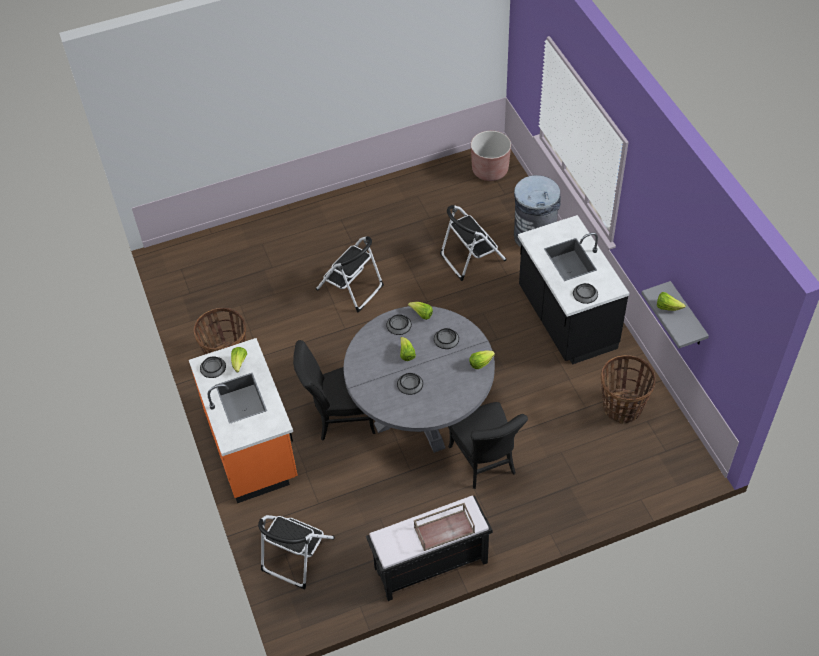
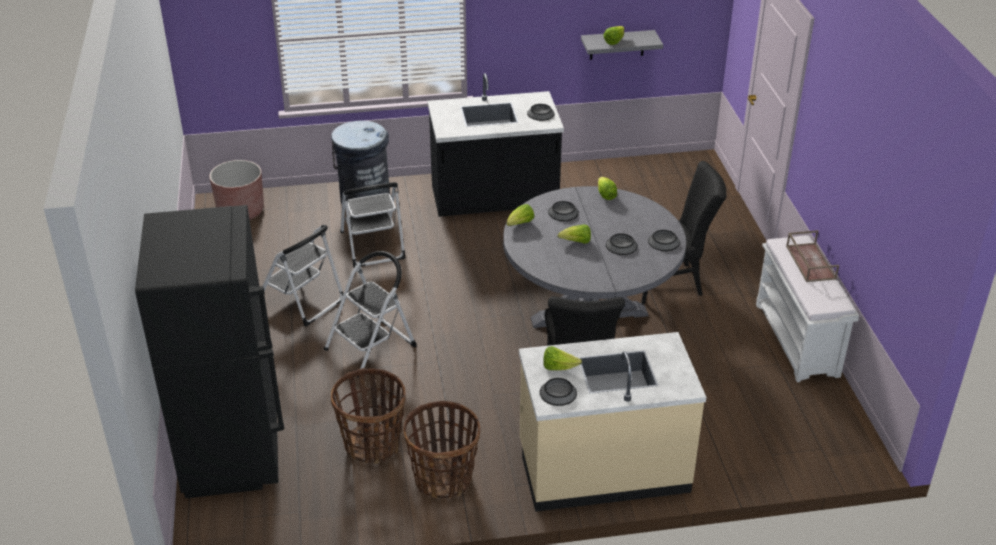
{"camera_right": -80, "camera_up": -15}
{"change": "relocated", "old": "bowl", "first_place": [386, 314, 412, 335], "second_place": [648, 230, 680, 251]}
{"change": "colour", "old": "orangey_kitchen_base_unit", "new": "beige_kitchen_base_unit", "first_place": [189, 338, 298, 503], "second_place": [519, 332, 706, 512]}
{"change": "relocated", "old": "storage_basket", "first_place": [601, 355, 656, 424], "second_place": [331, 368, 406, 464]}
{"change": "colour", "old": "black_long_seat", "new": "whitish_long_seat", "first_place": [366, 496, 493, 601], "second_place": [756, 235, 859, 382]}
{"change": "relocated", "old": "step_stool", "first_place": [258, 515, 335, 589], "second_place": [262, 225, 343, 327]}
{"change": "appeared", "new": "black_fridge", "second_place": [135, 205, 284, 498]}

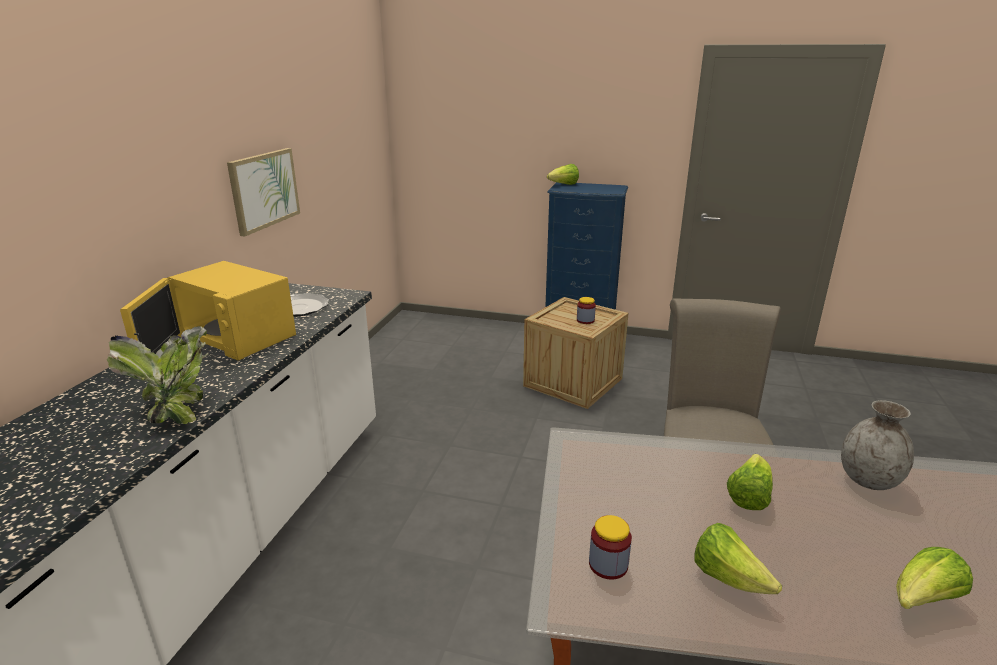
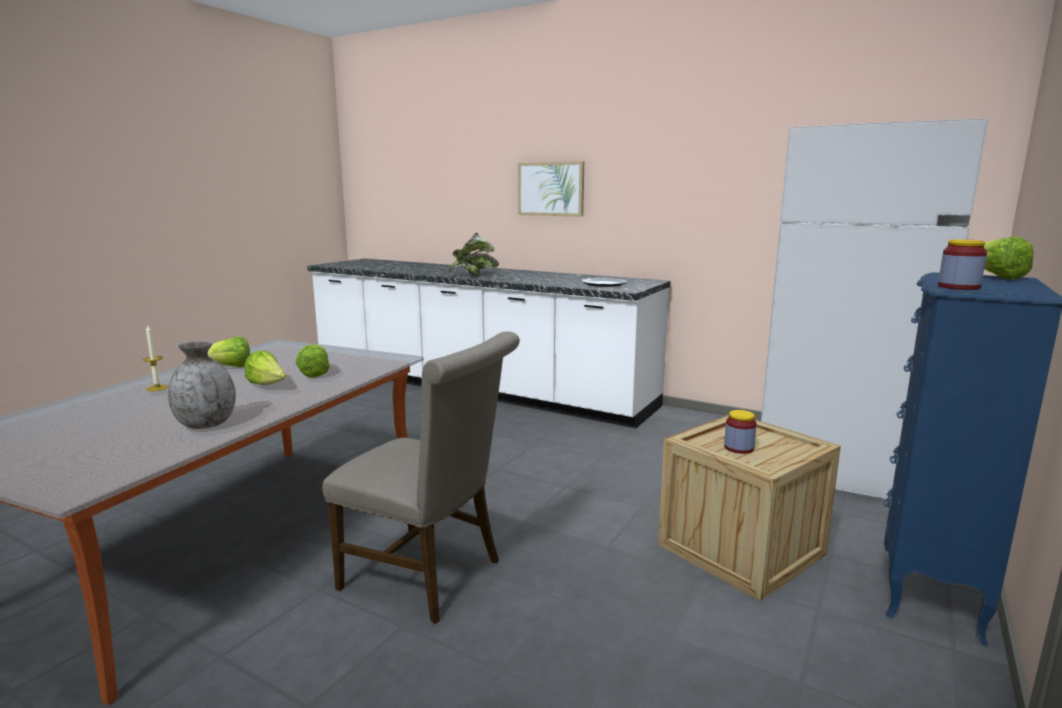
{"camera_right": 105, "camera_up": -10}
{"change": "relocated", "old": "picture", "first_place": [227, 148, 300, 236], "second_place": [518, 161, 584, 217]}
{"change": "missing", "old": "yellow_microwave_oven", "first_place": [120, 261, 296, 361]}
{"change": "relocated", "old": "preserve_jar", "first_place": [589, 515, 632, 580], "second_place": [938, 239, 987, 290]}
{"change": "relocated", "old": "head_of_lettuce", "first_place": [896, 547, 973, 609], "second_place": [296, 344, 330, 378]}
{"change": "appeared", "new": "whitish_fridge", "second_place": [761, 119, 988, 499]}
{"change": "appeared", "new": "candle", "second_place": [143, 324, 168, 391]}

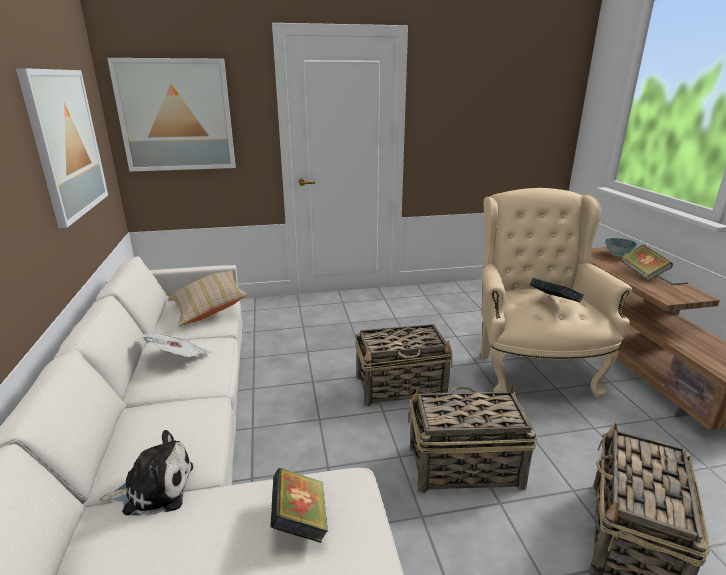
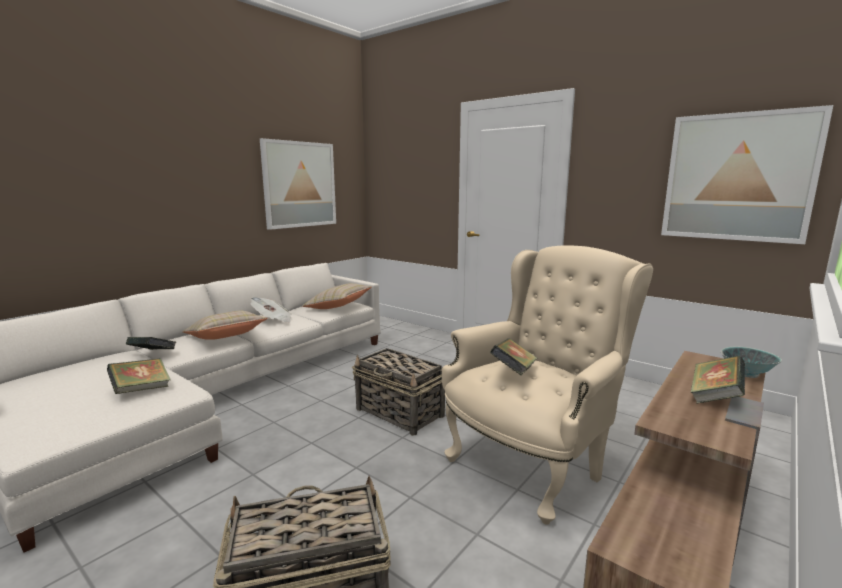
{"camera_right": 50, "camera_up": -10}
{"change": "relocated", "old": "picture", "first_place": [107, 58, 236, 172], "second_place": [661, 105, 833, 244]}
{"change": "missing", "old": "storage_basket", "first_place": [408, 385, 538, 494]}
{"change": "exchanged", "old": "cuddly_toy", "new": "book", "first_place": [100, 430, 193, 515], "second_place": [126, 337, 176, 350]}
{"change": "appeared", "new": "beige_pillow", "second_place": [182, 311, 268, 340]}

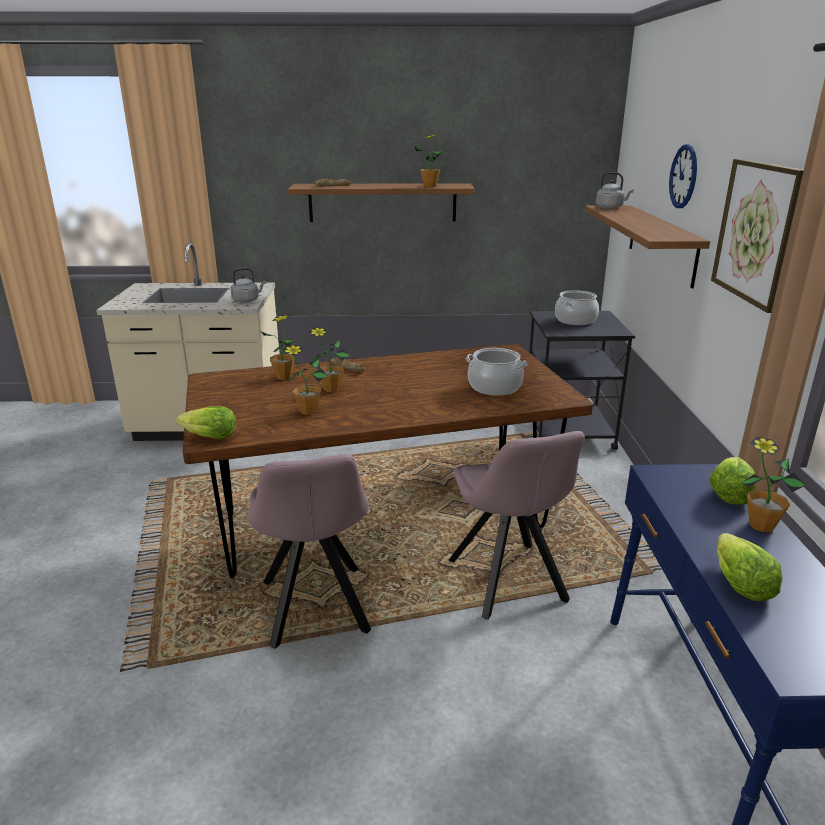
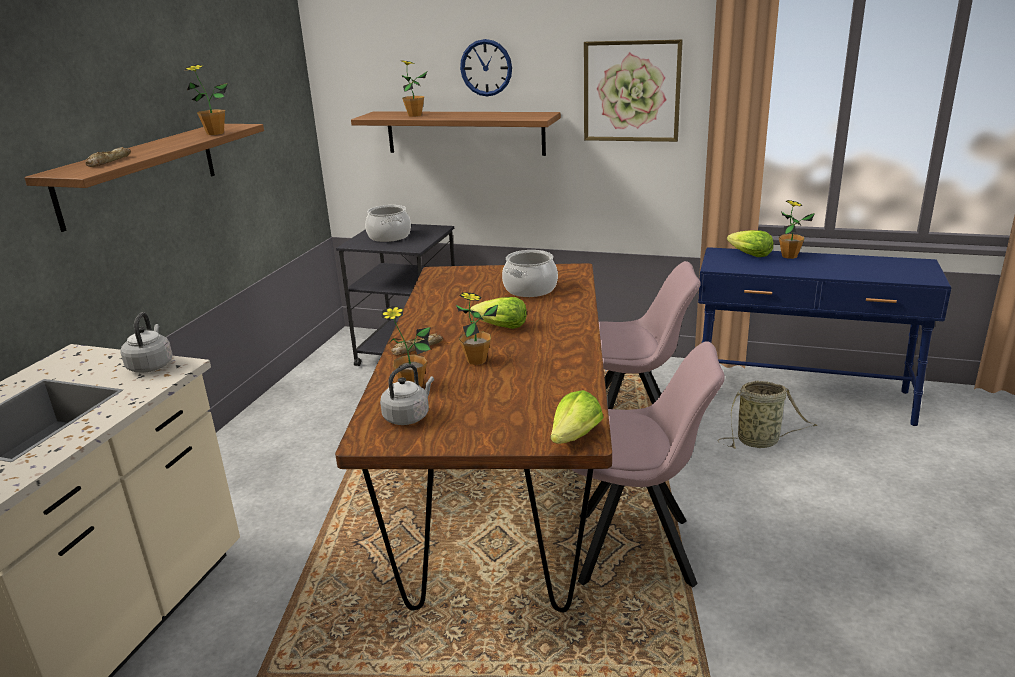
{"camera_right": -70, "camera_up": 0}
{"change": "relocated", "old": "greyish_water_kettle", "first_place": [596, 172, 633, 209], "second_place": [380, 364, 434, 425]}
{"change": "relocated", "old": "houseplant", "first_place": [283, 345, 327, 415], "second_place": [402, 60, 427, 117]}
{"change": "relocated", "old": "head_of_lettuce", "first_place": [717, 533, 782, 601], "second_place": [470, 297, 527, 329]}
{"change": "appeared", "new": "storage_basket", "second_place": [718, 381, 818, 448]}

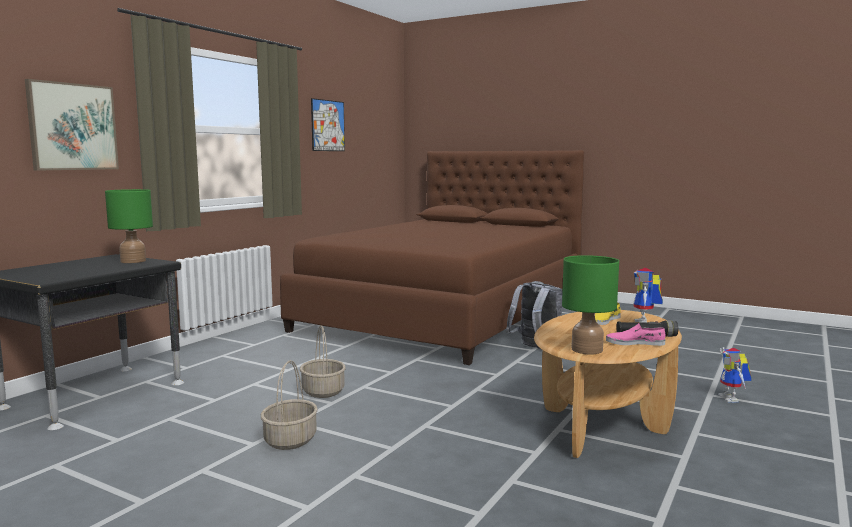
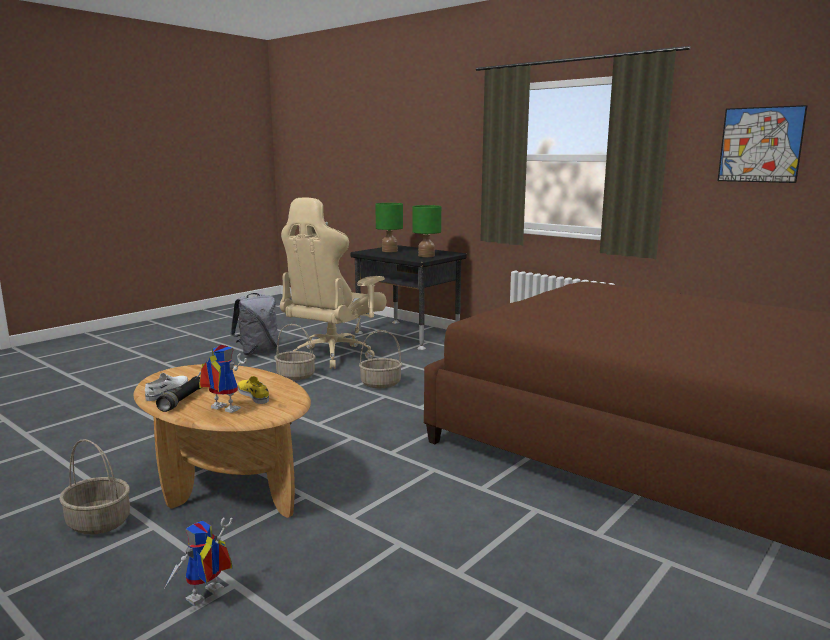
{"camera_right": 100, "camera_up": 5}
{"change": "missing", "old": "picture", "first_place": [25, 79, 119, 171]}
{"change": "relocated", "old": "green_table_lamp", "first_place": [562, 255, 619, 355], "second_place": [375, 203, 403, 252]}
{"change": "relocated", "old": "greyish_knapsack", "first_place": [506, 281, 563, 349], "second_place": [230, 293, 278, 355]}
{"change": "colour", "old": "pink_item_of_footwear", "new": "whitish_item_of_footwear", "first_place": [606, 323, 666, 346], "second_place": [145, 373, 188, 401]}
{"change": "spun", "old": "model_robot", "first_place": [718, 347, 752, 403], "second_place": [163, 518, 233, 606], "degrees": -60}
{"change": "appeared", "new": "beige_office_chair", "second_place": [280, 198, 386, 369]}
{"change": "appeared", "new": "storage_basket", "second_place": [59, 439, 130, 534]}

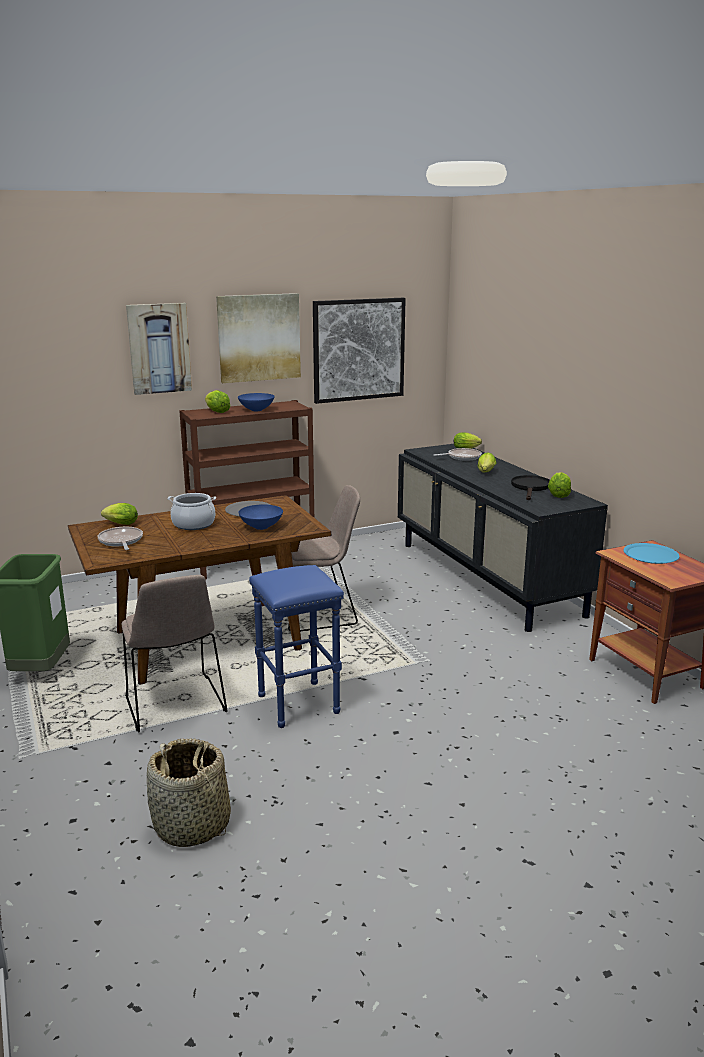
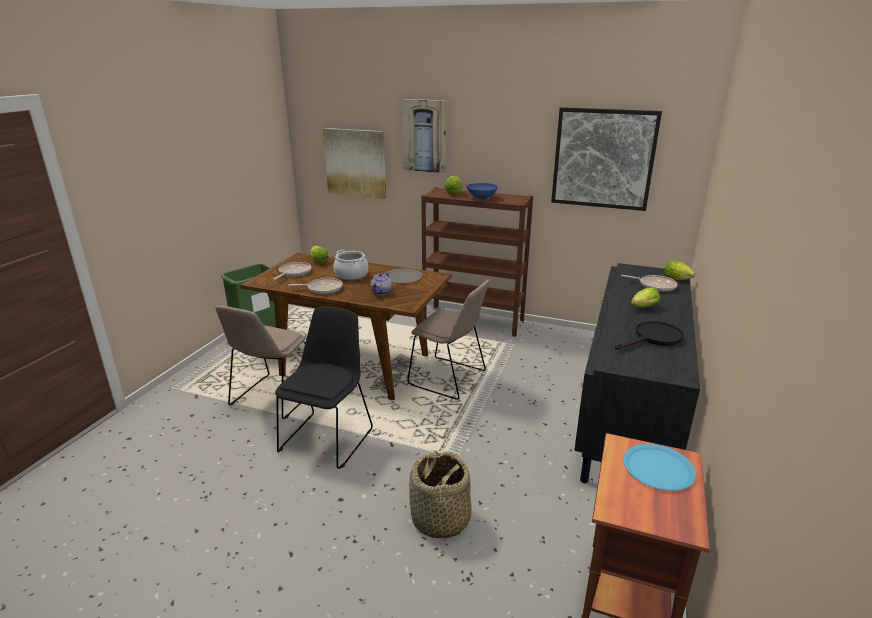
{"camera_right": 45, "camera_up": 5}
{"change": "relocated", "old": "picture", "first_place": [216, 293, 301, 383], "second_place": [323, 128, 386, 199]}
{"change": "missing", "old": "head_of_lettuce", "first_place": [548, 472, 571, 498]}
{"change": "exchanged", "old": "blue_bowl", "new": "tea_pot", "first_place": [239, 504, 283, 530], "second_place": [370, 272, 392, 295]}
{"change": "exchanged", "old": "blue_sitting_stool", "new": "black_plain_chair", "first_place": [249, 565, 344, 728], "second_place": [275, 306, 373, 469]}
{"change": "relocated", "old": "storage_basket", "first_place": [147, 738, 231, 847], "second_place": [409, 450, 472, 541]}
{"change": "appeared", "new": "frying_pan", "second_place": [288, 278, 343, 294]}

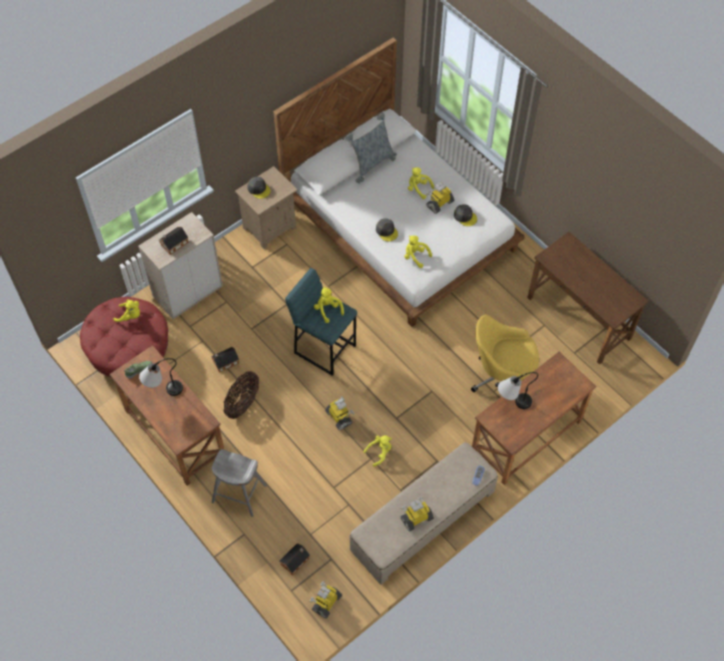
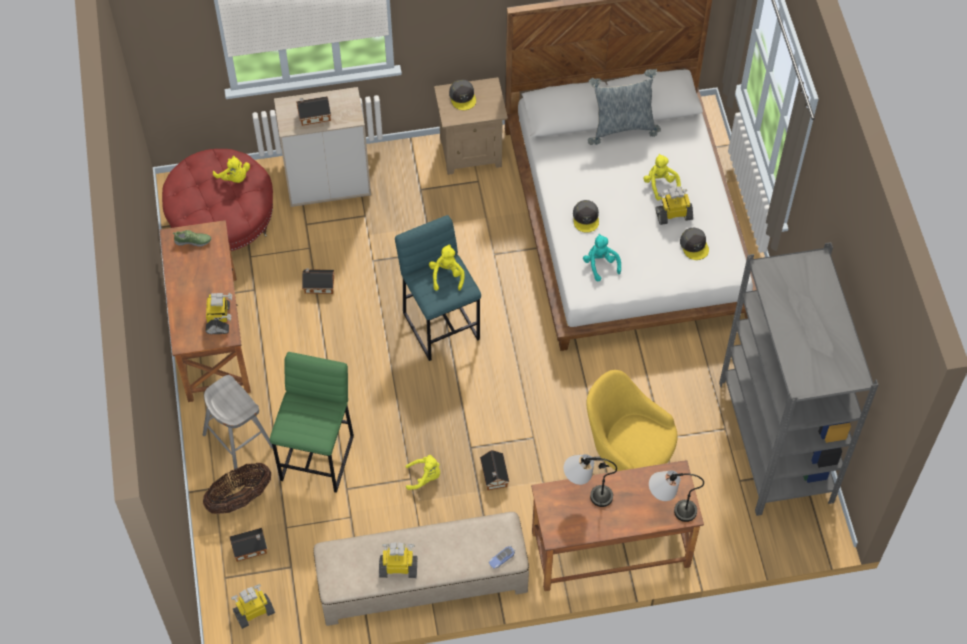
{"camera_right": 30, "camera_up": 0}
{"change": "exchanged", "old": "brown_desk", "new": "greyish_bookcase", "first_place": [527, 232, 649, 364], "second_place": [719, 242, 878, 516]}
{"change": "colour", "old": "yellow_cuddly_toy", "new": "turquoise_cuddly_toy", "first_place": [404, 235, 432, 268], "second_place": [583, 234, 621, 281]}
{"change": "relocated", "old": "table_lamp", "first_place": [139, 358, 183, 396], "second_place": [649, 470, 704, 522]}
{"change": "relocated", "old": "storage_basket", "first_place": [224, 371, 259, 419], "second_place": [203, 463, 271, 514]}
{"change": "relocated", "old": "model_robot", "first_place": [325, 397, 354, 430], "second_place": [206, 293, 232, 334]}
{"change": "appeared", "new": "green_sitting_stool", "second_place": [270, 352, 354, 493]}
{"change": "appeared", "new": "miniature_house", "second_place": [480, 450, 509, 490]}

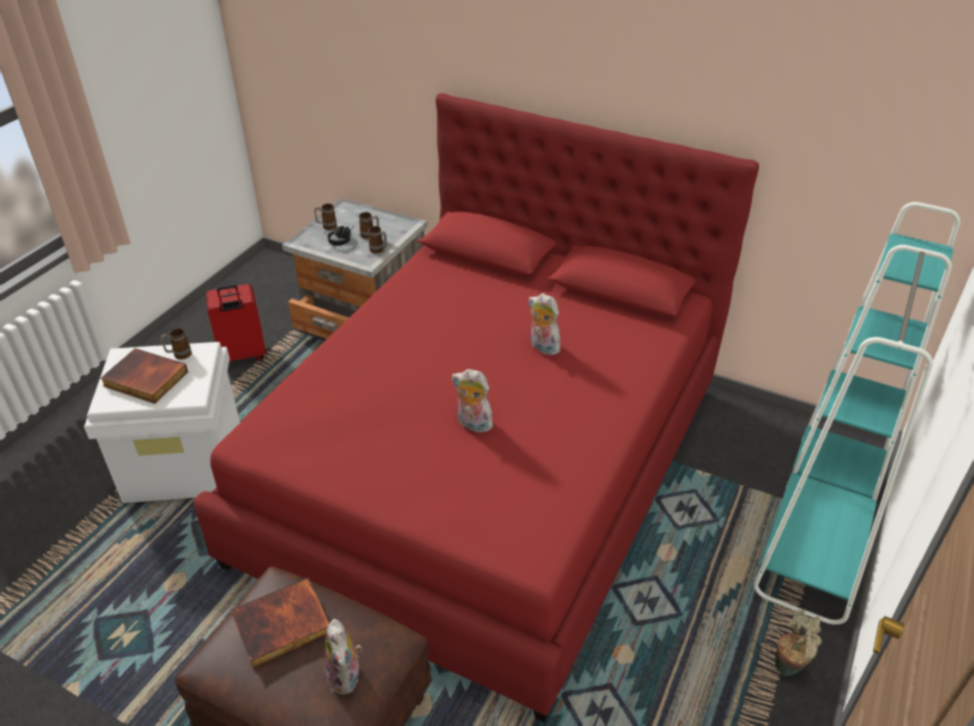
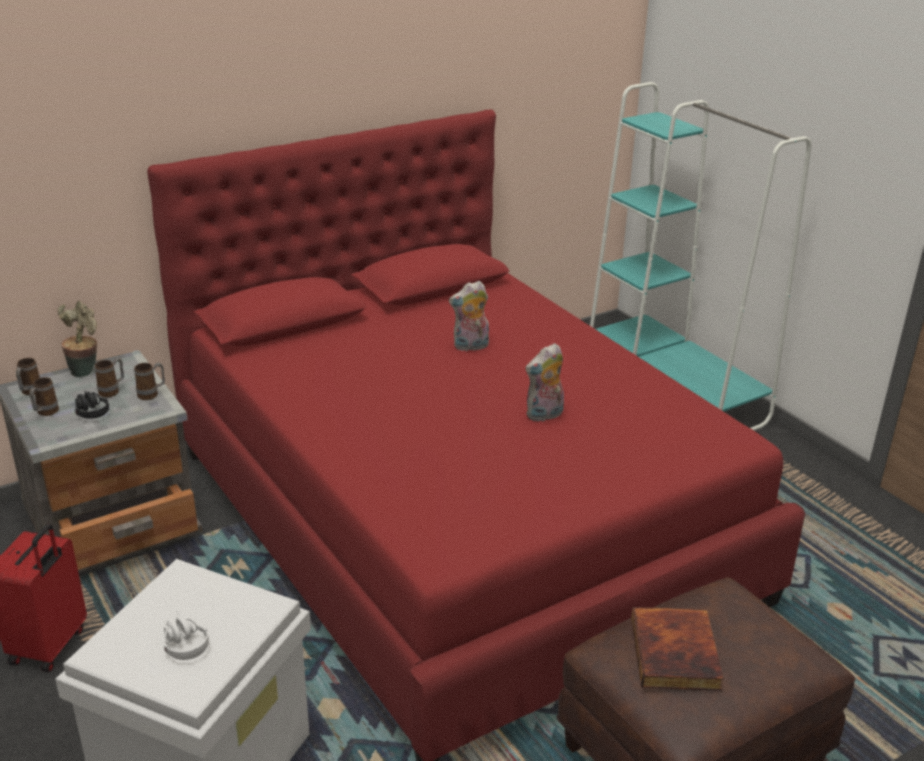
{"camera_right": -60, "camera_up": -10}
{"change": "relocated", "old": "coffee_mug", "first_place": [161, 328, 192, 360], "second_place": [16, 358, 40, 395]}
{"change": "exchanged", "old": "book", "new": "whitish_headset", "first_place": [100, 348, 188, 404], "second_place": [164, 610, 209, 660]}
{"change": "relocated", "old": "houseplant", "first_place": [775, 609, 822, 676], "second_place": [58, 301, 97, 377]}
{"change": "missing", "old": "cuddly_toy", "first_place": [325, 619, 362, 695]}

